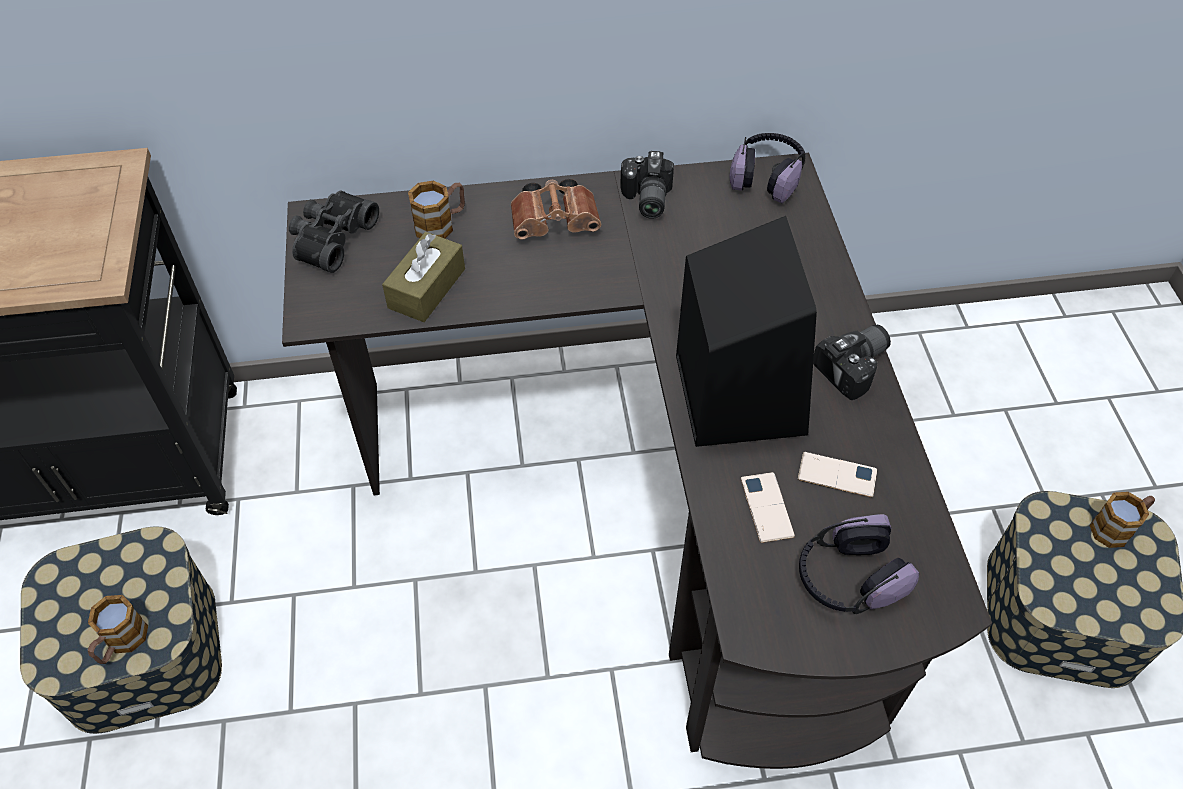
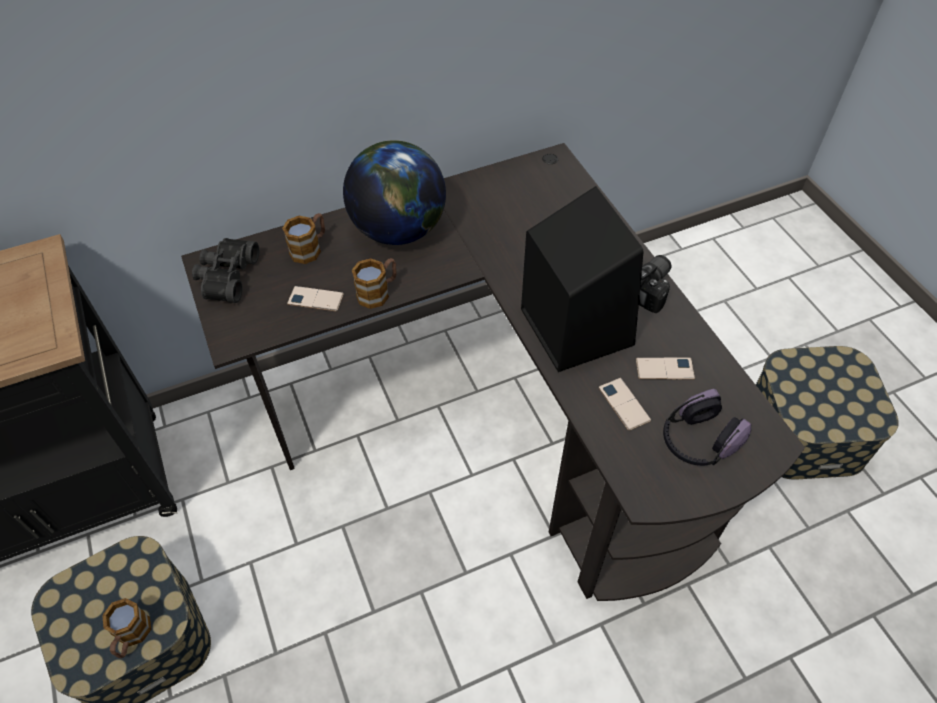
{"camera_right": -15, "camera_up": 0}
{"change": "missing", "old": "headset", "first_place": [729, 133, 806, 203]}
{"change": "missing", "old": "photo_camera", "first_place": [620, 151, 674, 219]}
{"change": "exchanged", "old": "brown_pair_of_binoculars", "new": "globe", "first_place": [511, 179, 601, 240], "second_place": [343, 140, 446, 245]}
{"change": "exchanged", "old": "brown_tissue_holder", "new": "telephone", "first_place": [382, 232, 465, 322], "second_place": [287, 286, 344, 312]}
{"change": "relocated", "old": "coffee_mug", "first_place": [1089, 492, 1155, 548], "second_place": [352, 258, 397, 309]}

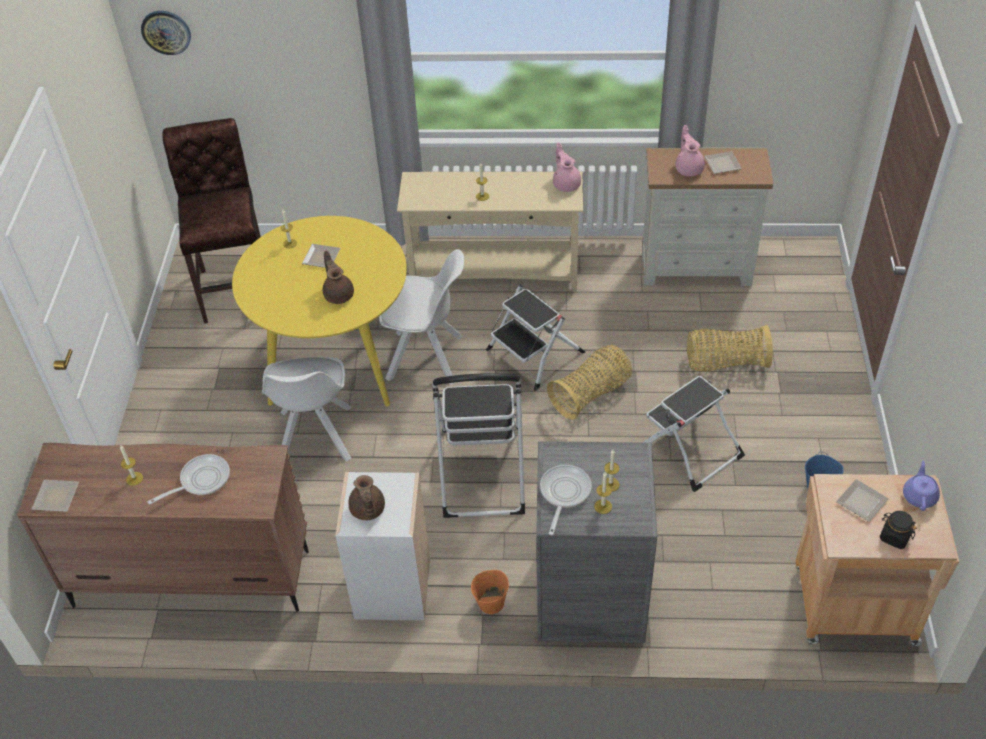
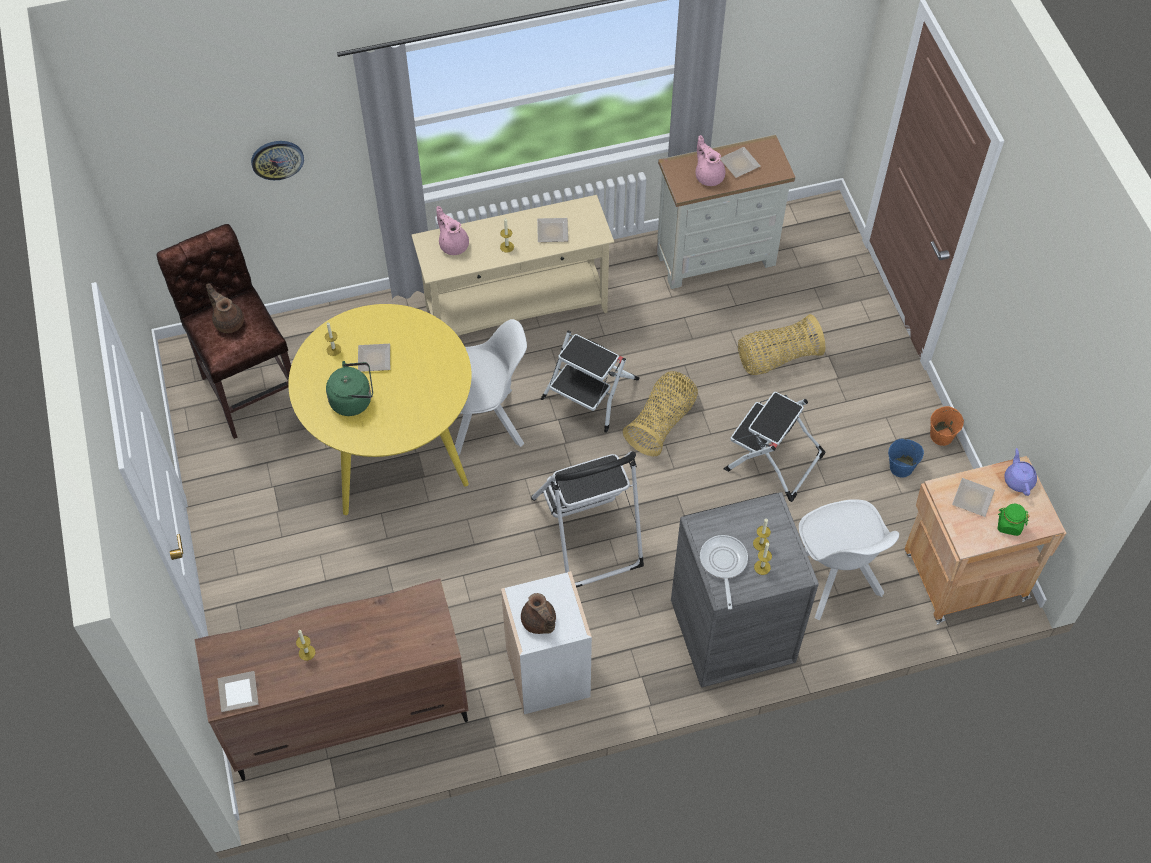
{"camera_right": -20, "camera_up": 10}
{"change": "relocated", "old": "wall_clock", "first_place": [141, 11, 191, 55], "second_place": [251, 141, 304, 180]}
{"change": "relocated", "old": "pink_tea_pot", "first_place": [553, 142, 581, 192], "second_place": [436, 206, 469, 255]}
{"change": "relocated", "old": "brown_tea_pot", "first_place": [323, 251, 354, 304], "second_place": [206, 283, 244, 333]}
{"change": "relocated", "old": "whitish_plain_chair", "first_place": [262, 357, 352, 461], "second_place": [799, 499, 899, 620]}
{"change": "missing", "old": "frying_pan", "first_place": [147, 454, 230, 505]}
{"change": "colour", "old": "black_preserve_jar", "new": "green_preserve_jar", "first_place": [880, 511, 916, 549], "second_place": [998, 504, 1030, 536]}
{"change": "relocated", "old": "orangey_bucket", "first_place": [471, 570, 509, 614], "second_place": [930, 406, 964, 446]}
{"change": "appeared", "new": "dinner_plate", "second_place": [537, 218, 568, 242]}
{"change": "appeared", "new": "green_water_kettle", "second_place": [326, 361, 373, 416]}

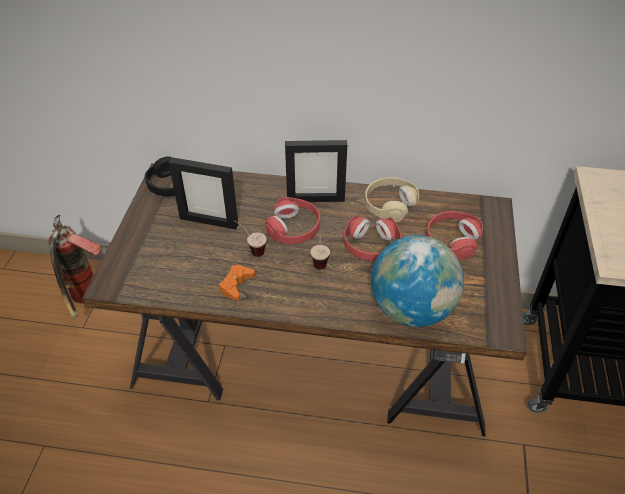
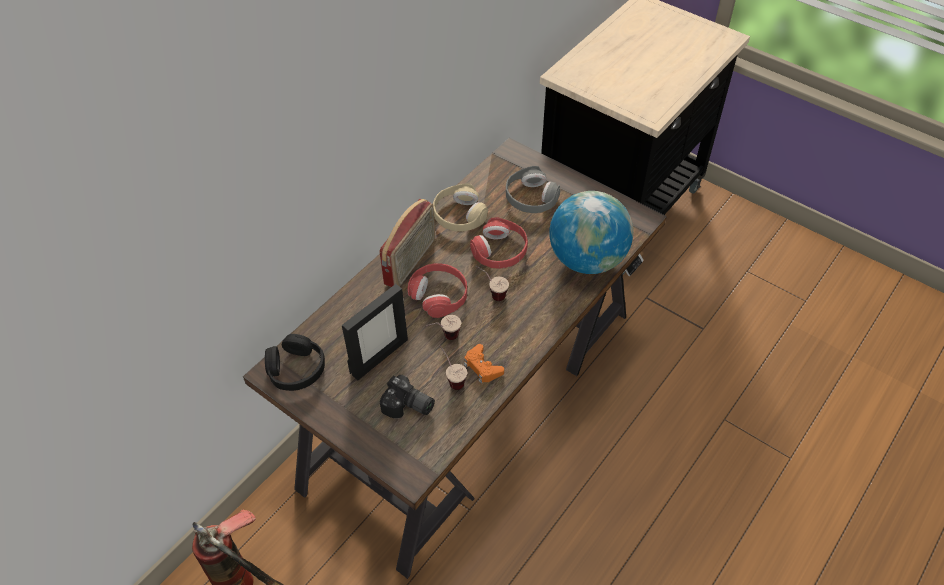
{"camera_right": -60, "camera_up": 5}
{"change": "exchanged", "old": "picture_frame", "new": "radio_set", "first_place": [285, 140, 347, 202], "second_place": [379, 199, 435, 287]}
{"change": "colour", "old": "reddish_headset", "new": "greyish_headset", "first_place": [426, 211, 483, 260], "second_place": [506, 166, 560, 213]}
{"change": "appeared", "new": "small_cup", "second_place": [440, 346, 467, 390]}
{"change": "appeared", "new": "photo_camera", "second_place": [380, 375, 435, 419]}

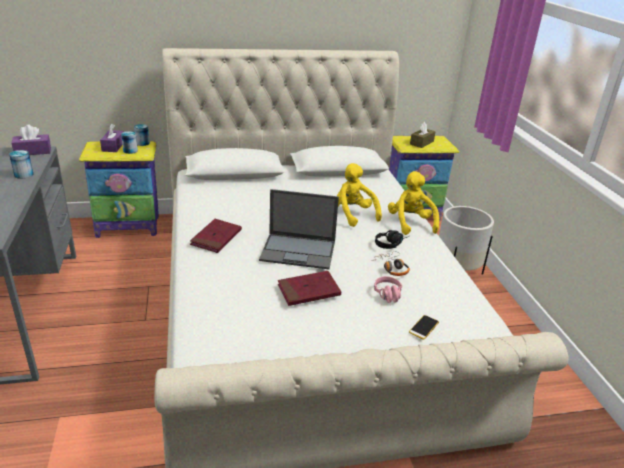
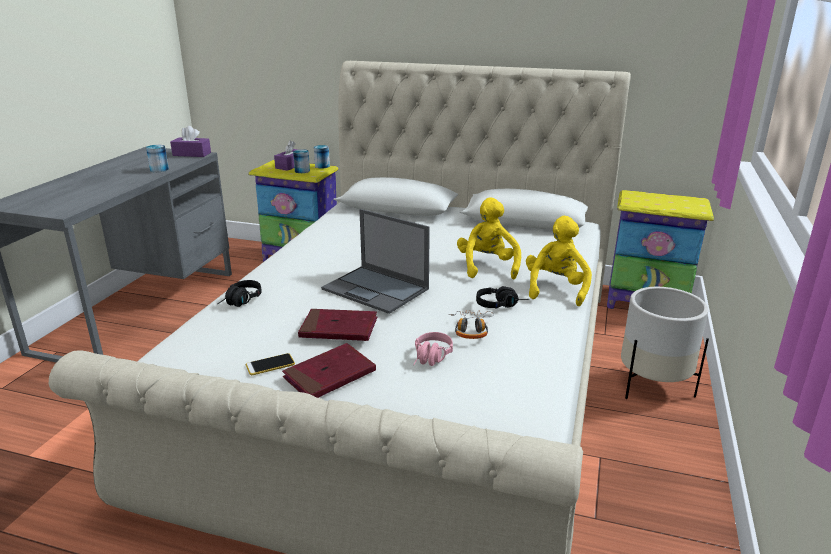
{"camera_right": 30, "camera_up": -5}
{"change": "missing", "old": "brown_tissue_holder", "first_place": [410, 122, 436, 148]}
{"change": "relocated", "old": "reddish_book", "first_place": [190, 219, 242, 253], "second_place": [282, 343, 376, 398]}
{"change": "relocated", "old": "telephone", "first_place": [409, 315, 439, 340], "second_place": [246, 353, 295, 375]}
{"change": "appeared", "new": "black_headset", "second_place": [218, 280, 262, 307]}

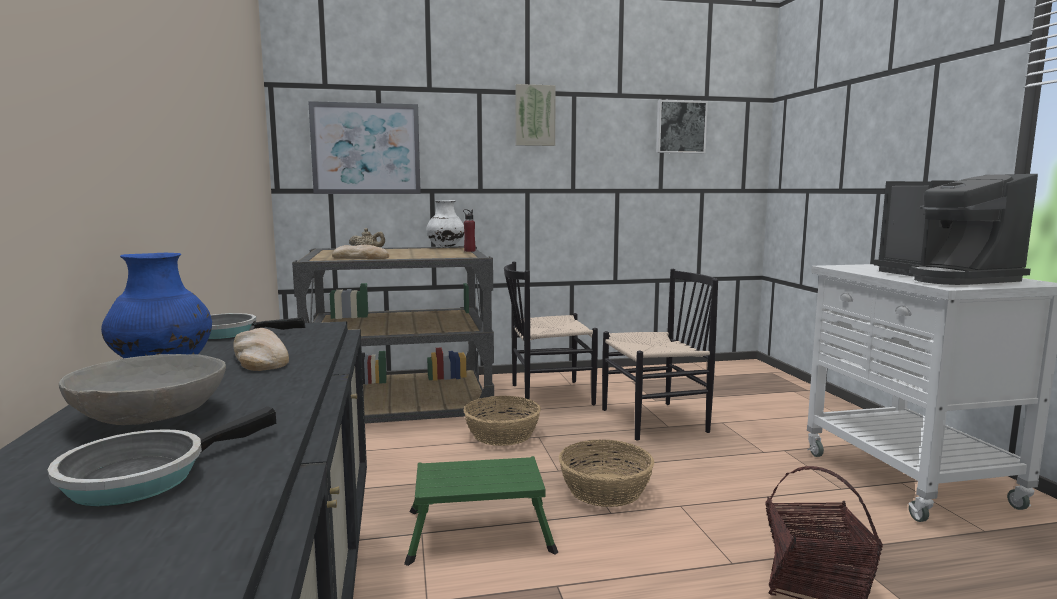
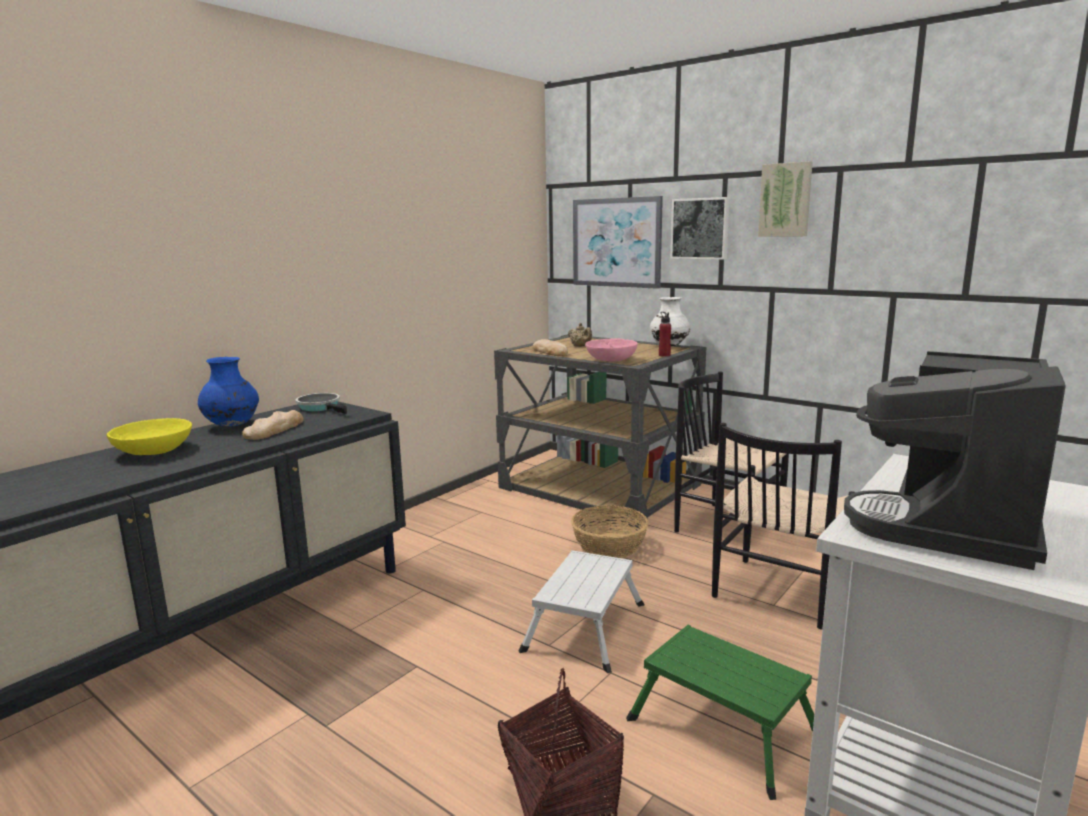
{"camera_right": 50, "camera_up": 5}
{"change": "relocated", "old": "picture", "first_place": [656, 100, 708, 154], "second_place": [670, 197, 730, 260]}
{"change": "spun", "old": "black_plain_chair", "first_place": [602, 269, 718, 441], "second_place": [712, 423, 856, 629], "degrees": 90}
{"change": "colour", "old": "greyish_bowl", "new": "yellow_bowl", "first_place": [59, 354, 226, 425], "second_place": [106, 418, 192, 455]}
{"change": "missing", "old": "frying_pan", "first_place": [48, 406, 276, 507]}
{"change": "exchanged", "old": "storage_basket", "new": "whitish_step_stool", "first_place": [558, 440, 654, 507], "second_place": [518, 550, 645, 673]}
{"change": "relocated", "old": "green_step_stool", "first_place": [404, 456, 558, 566], "second_place": [626, 625, 814, 800]}
{"change": "appeared", "new": "pink_bowl", "second_place": [585, 338, 638, 362]}

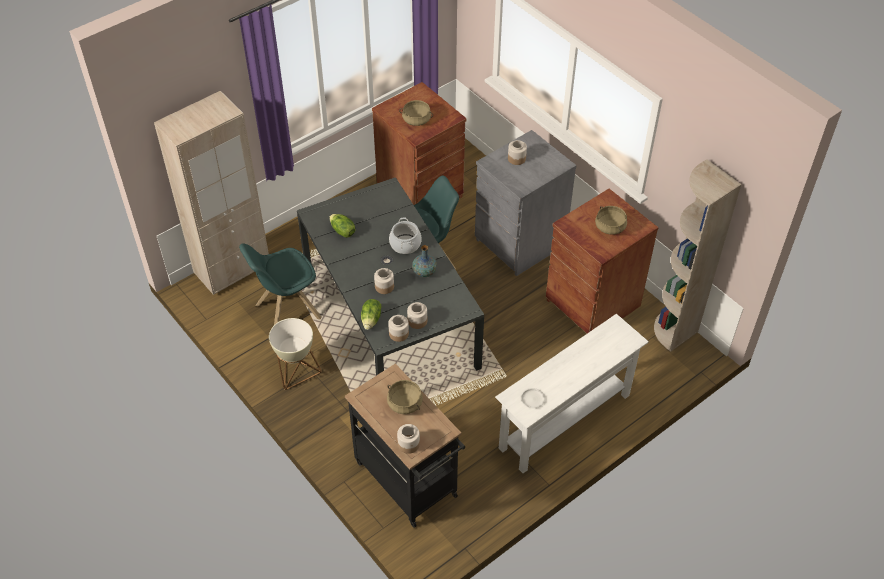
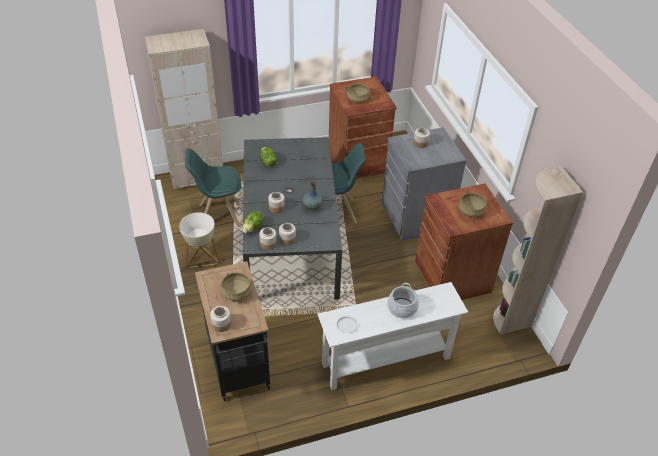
{"camera_right": 20, "camera_up": -5}
{"change": "relocated", "old": "stockpot", "first_place": [389, 217, 421, 254], "second_place": [387, 283, 419, 318]}

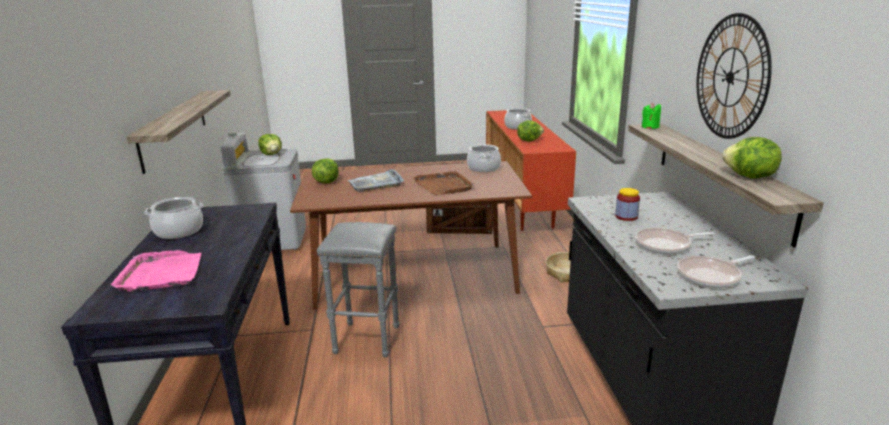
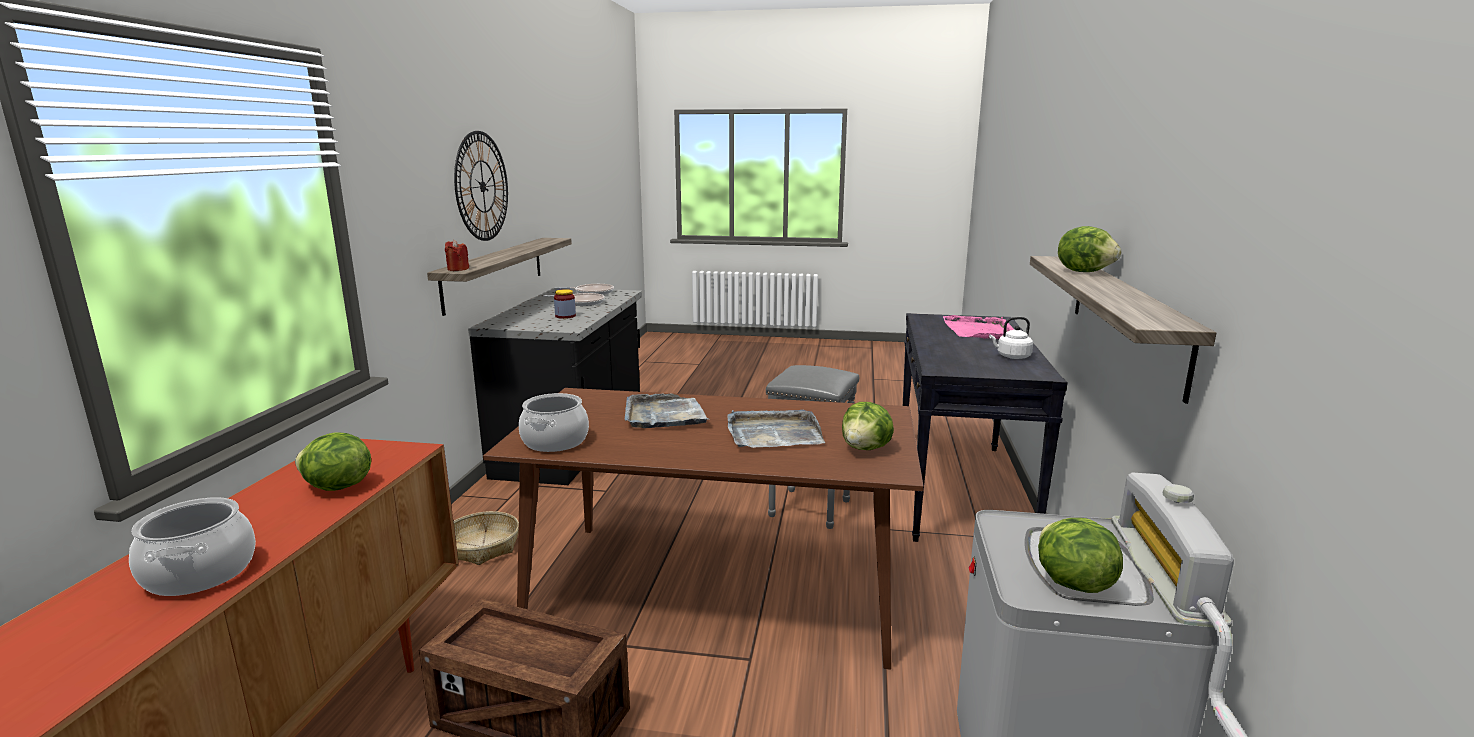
{"camera_right": -165, "camera_up": -5}
{"change": "colour", "old": "green_candle", "new": "reddish_candle", "first_place": [642, 102, 661, 129], "second_place": [445, 240, 469, 271]}
{"change": "relocated", "old": "head_of_lettuce", "first_place": [722, 137, 782, 179], "second_place": [1058, 226, 1121, 272]}
{"change": "colour", "old": "brown_tray", "new": "greyish_tray", "first_place": [413, 171, 474, 195], "second_place": [624, 393, 709, 428]}
{"change": "exchanged", "old": "stockpot", "new": "whitish_water_kettle", "first_place": [145, 197, 203, 239], "second_place": [989, 317, 1033, 359]}

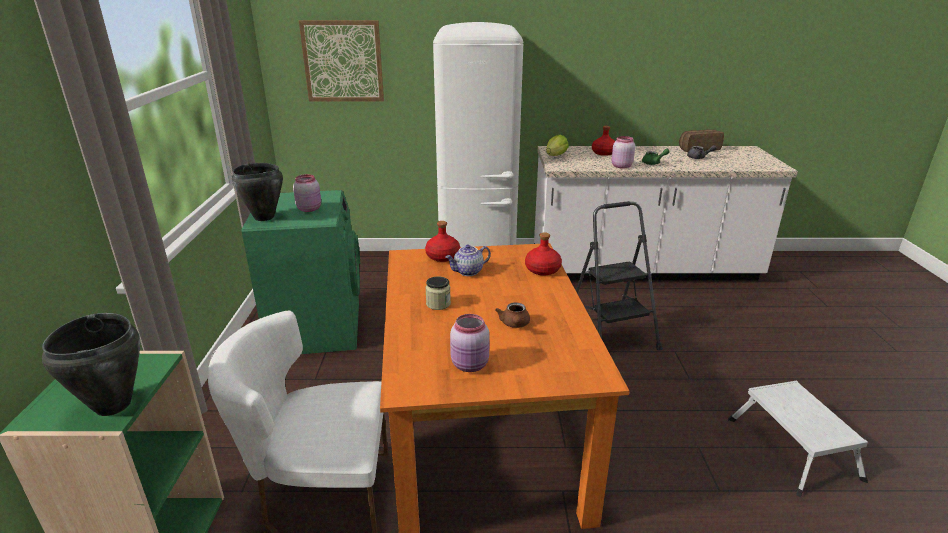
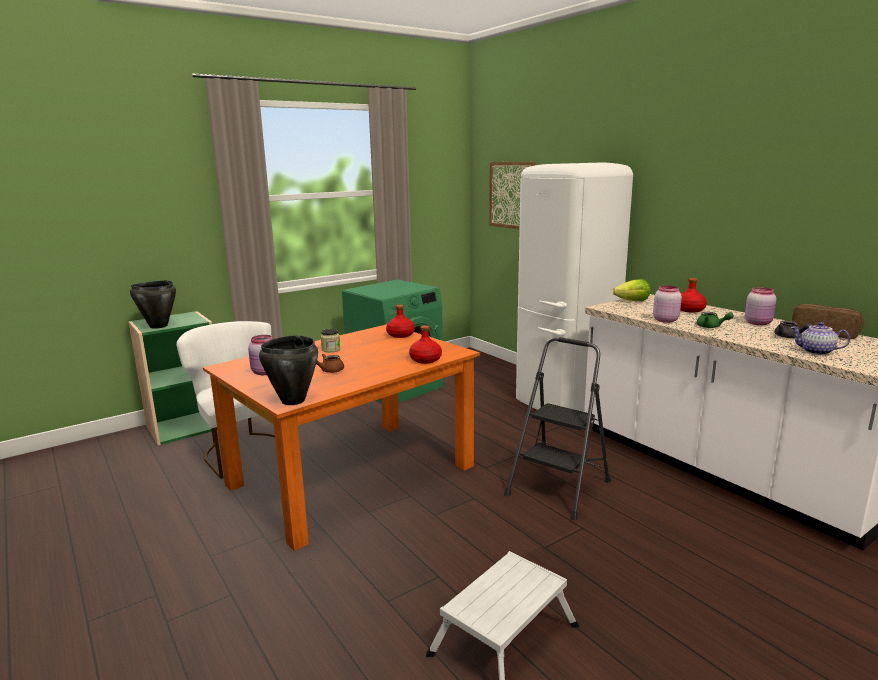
{"camera_right": 55, "camera_up": -10}
{"change": "relocated", "old": "black_stockpot", "first_place": [232, 163, 283, 221], "second_place": [259, 335, 318, 405]}
{"change": "relocated", "old": "pink_preserve_jar", "first_place": [293, 174, 321, 212], "second_place": [745, 287, 777, 325]}
{"change": "relocated", "old": "tea_pot", "first_place": [445, 245, 491, 276], "second_place": [790, 322, 850, 355]}

